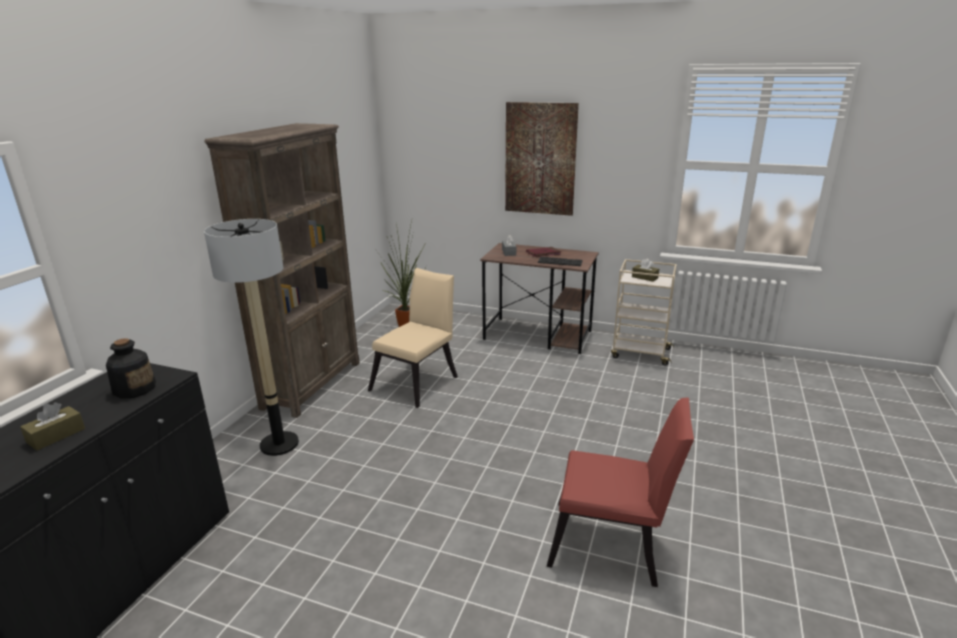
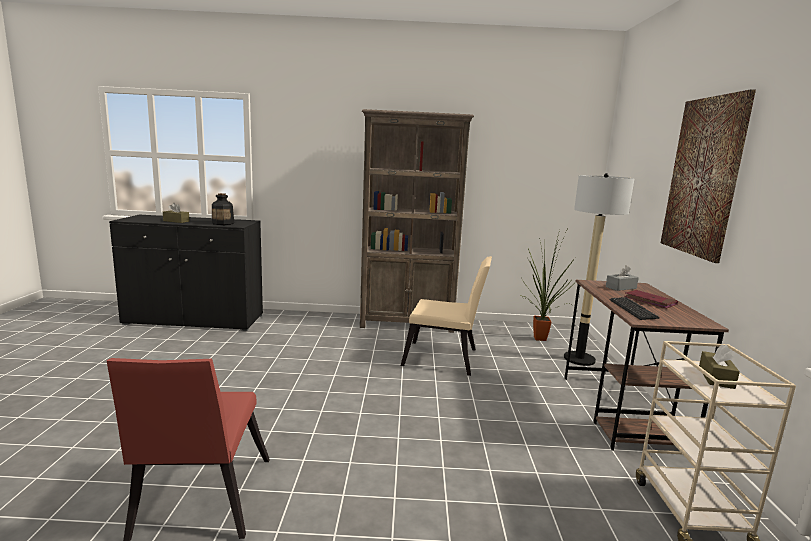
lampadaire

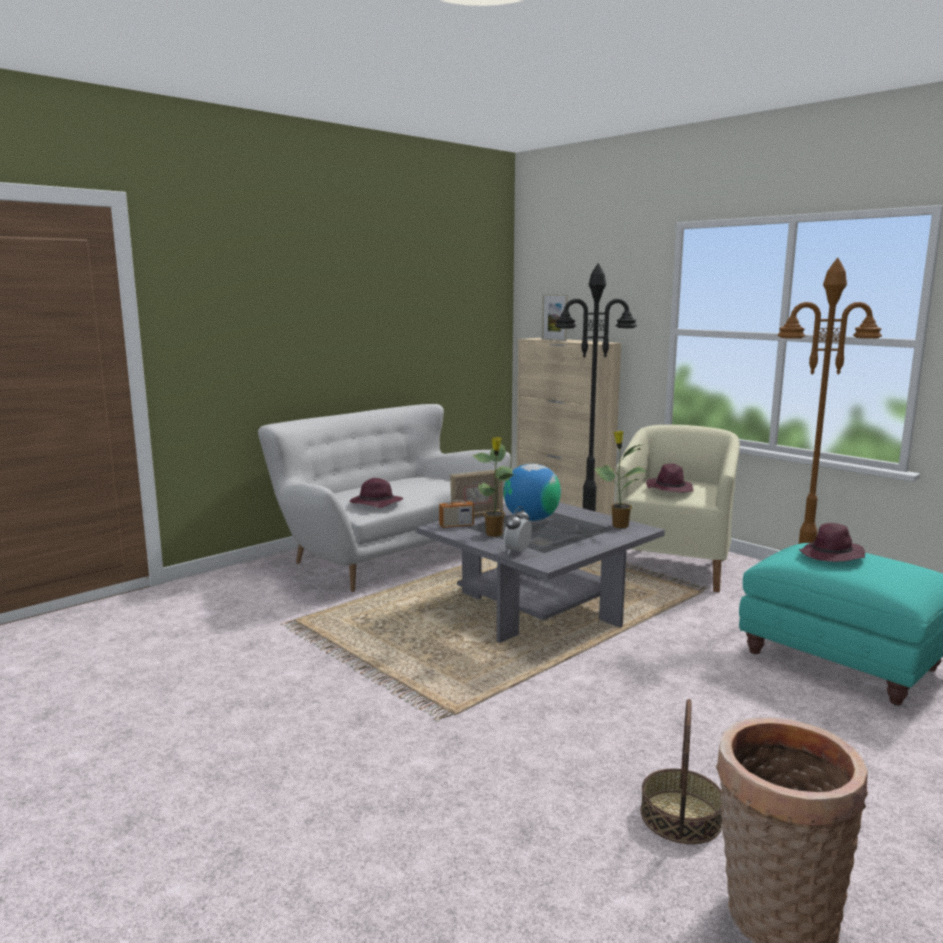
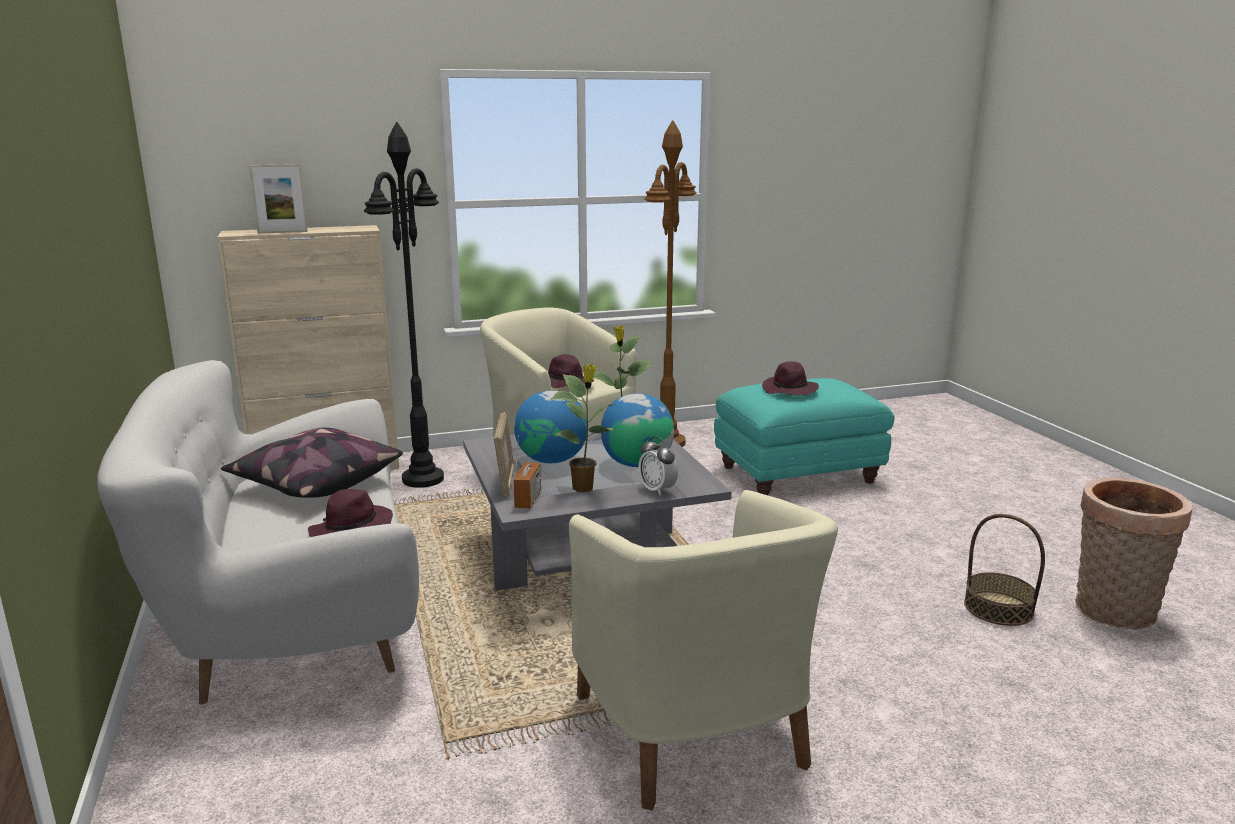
coussin
fauteuil [beige] (2nd from left)
globe (2nd from left)

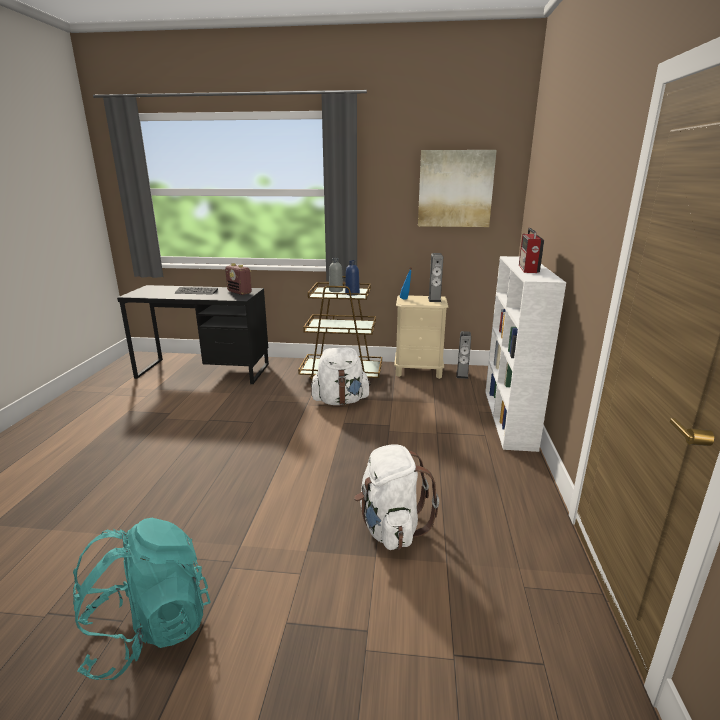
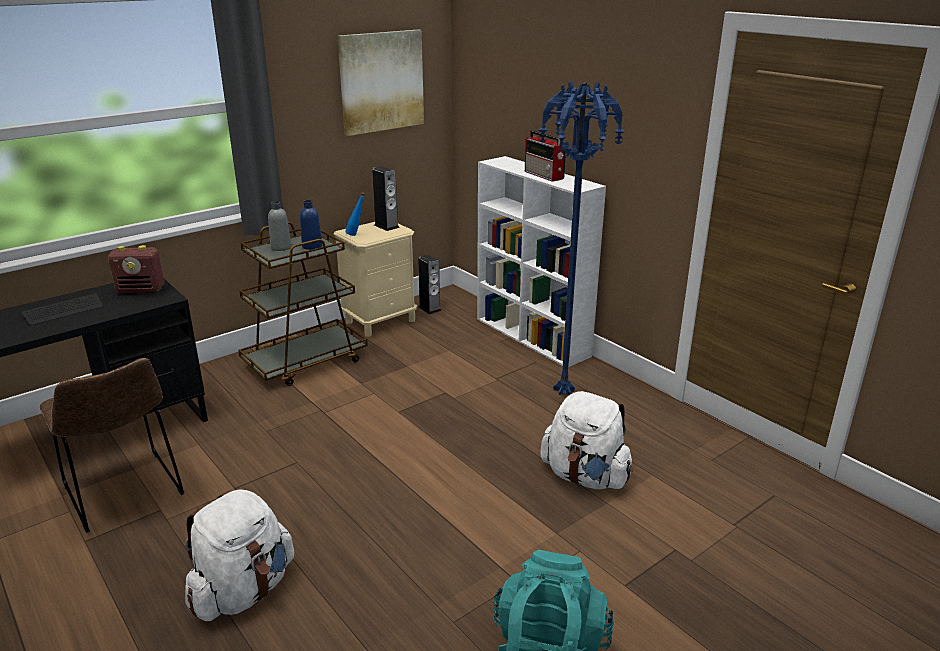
chaise [marron]
lampadaire [bleu]
sac à dos [blanc] (1st from left)

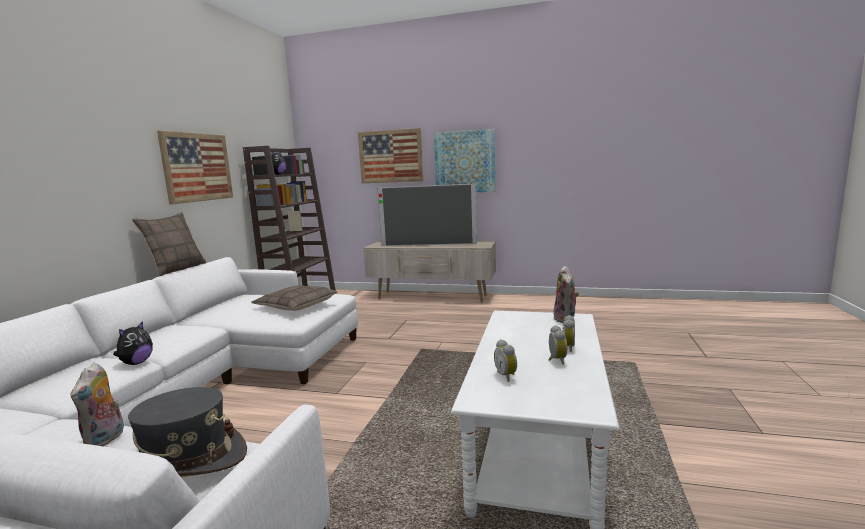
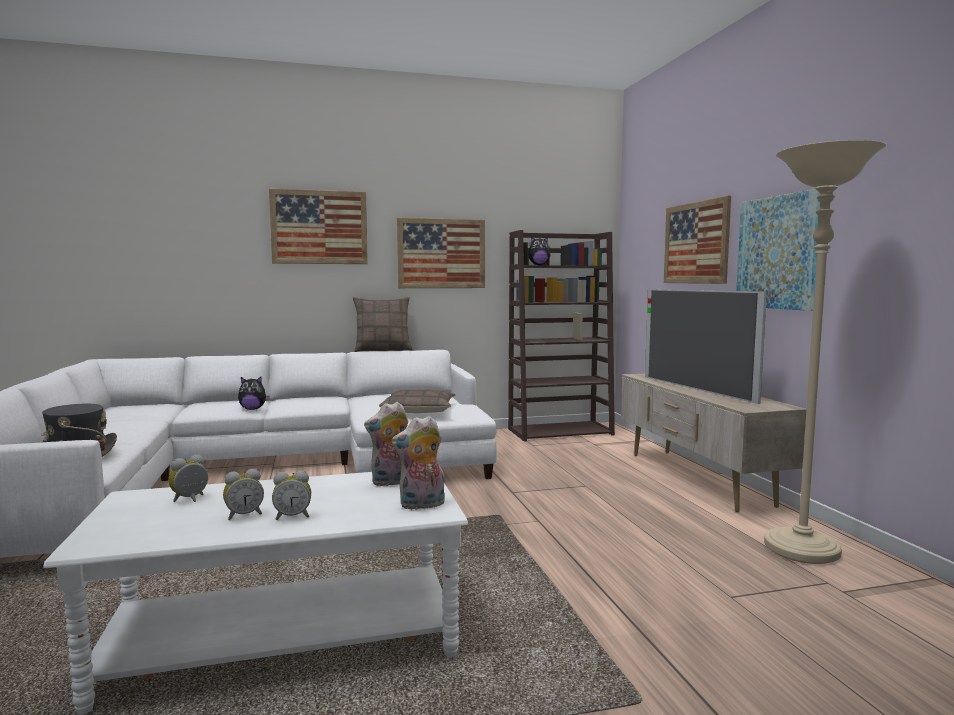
tableau (1st from left)
lampadaire [beige]
peluche (2nd from left)

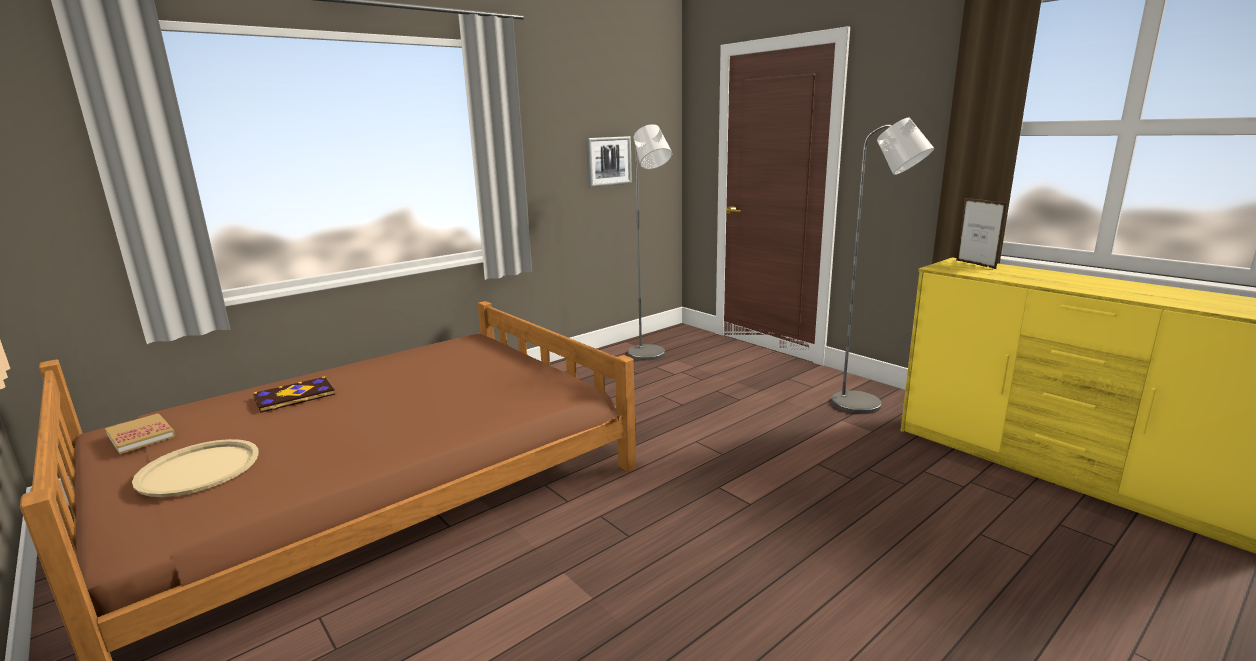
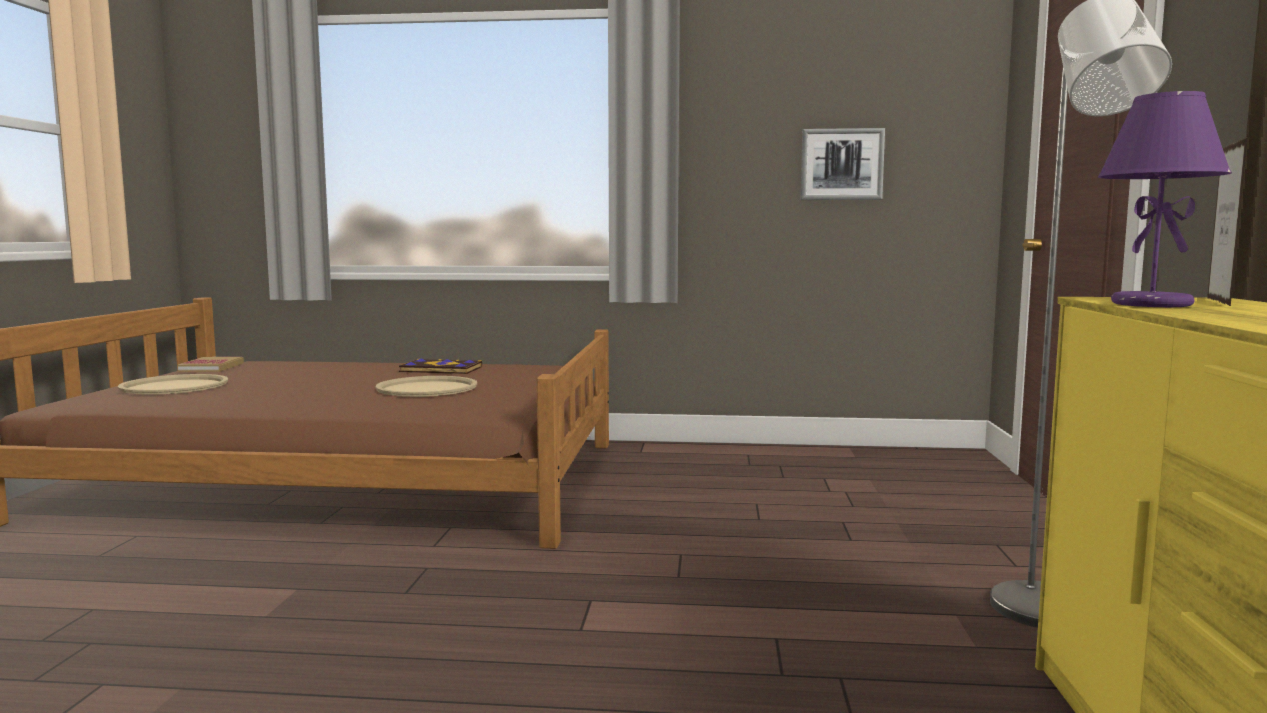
lampadaire [gris] (1st from left in the first image)
plateau [beige] (2nd from left)
lampe de table [violet]
livre (2nd from left)

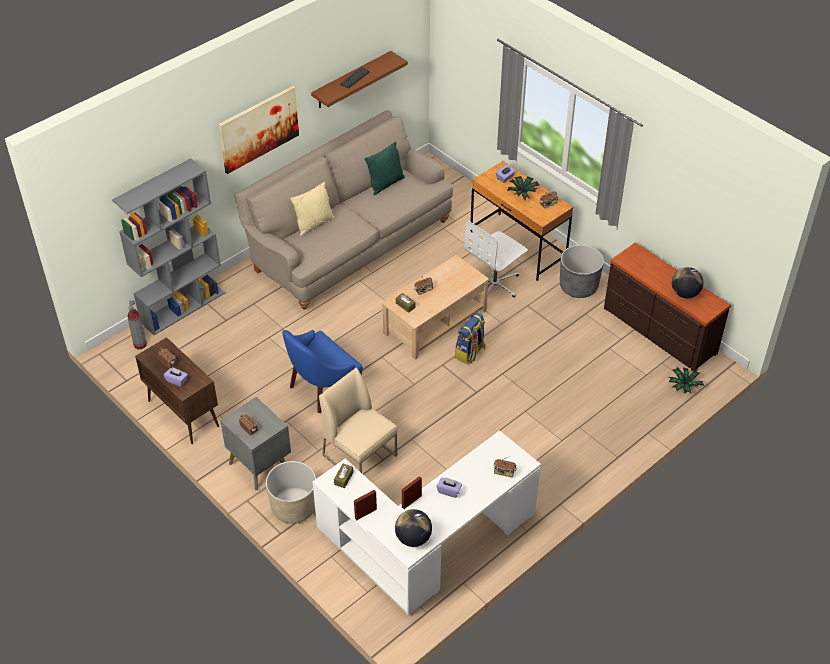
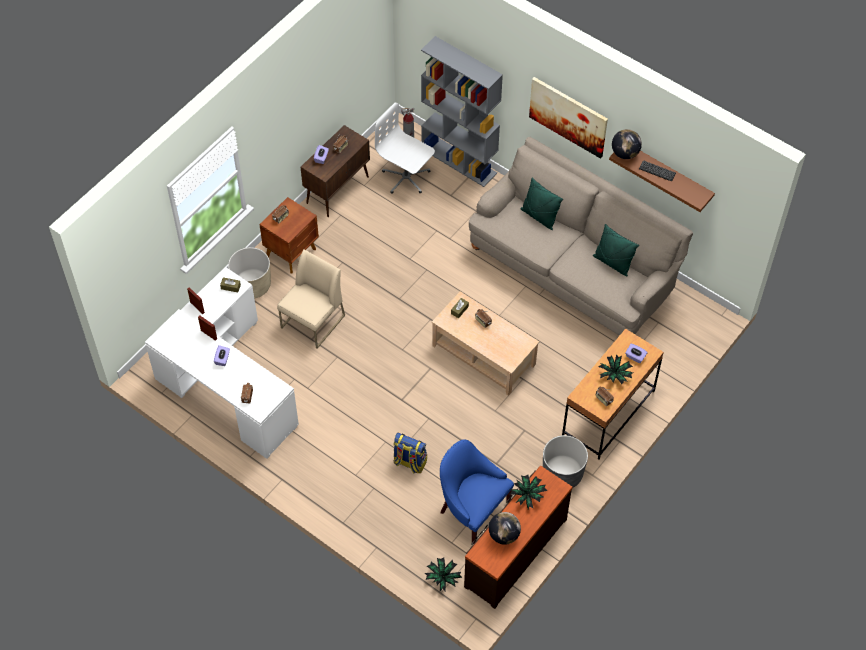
plante en pot (2nd from left)
fauteuil [bleu]
globe (2nd from left)
sac à dos
chaise de bureau [blanc]
table de chevet [marron]
coussin [vert] (1st from left)

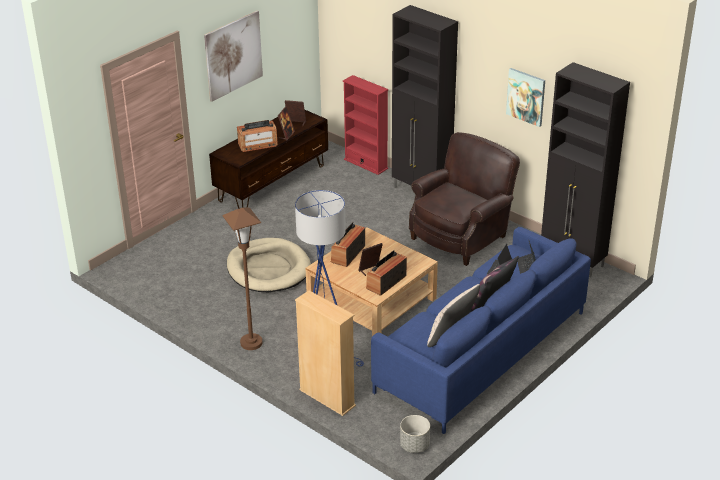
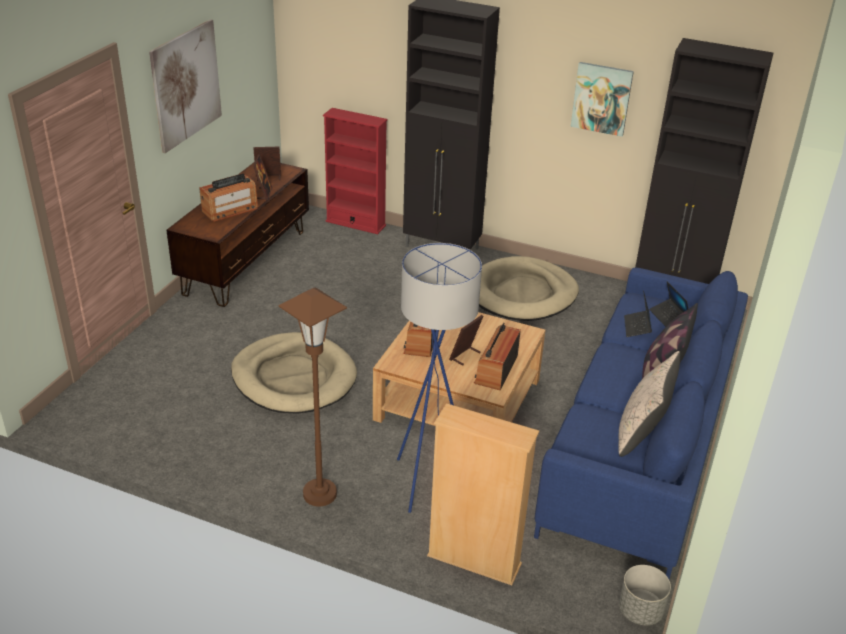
panier pour chien [beige] (2nd from left)

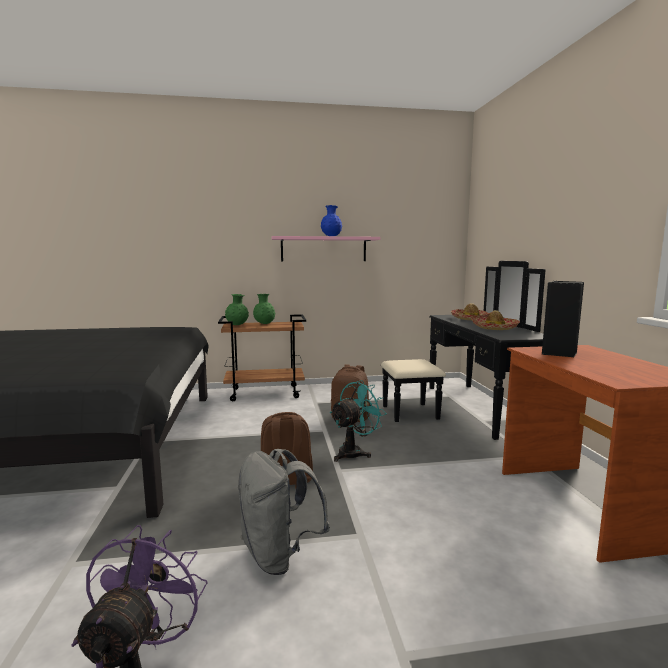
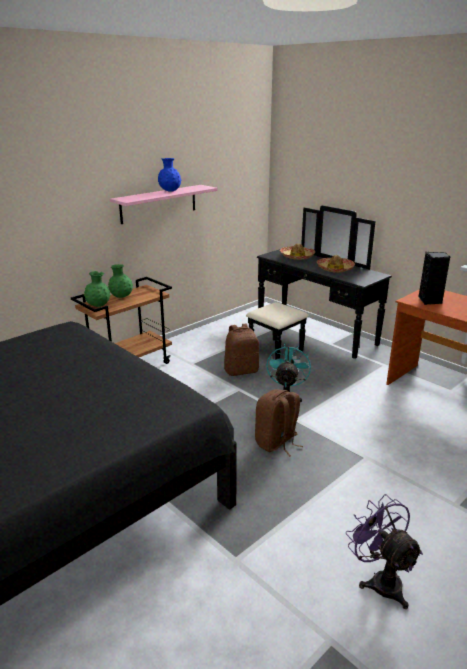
sac à dos [gris]

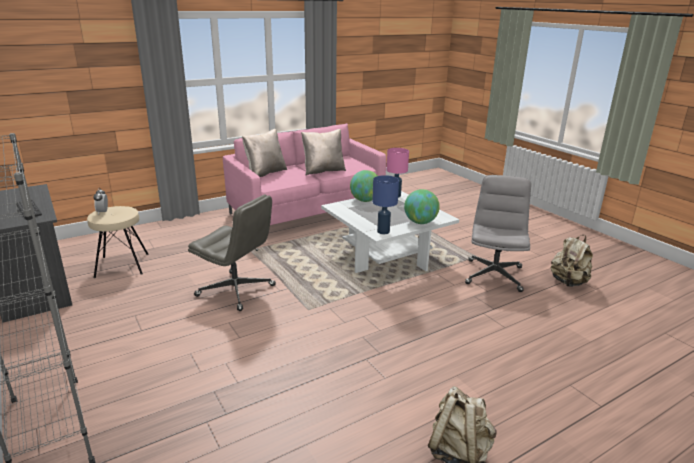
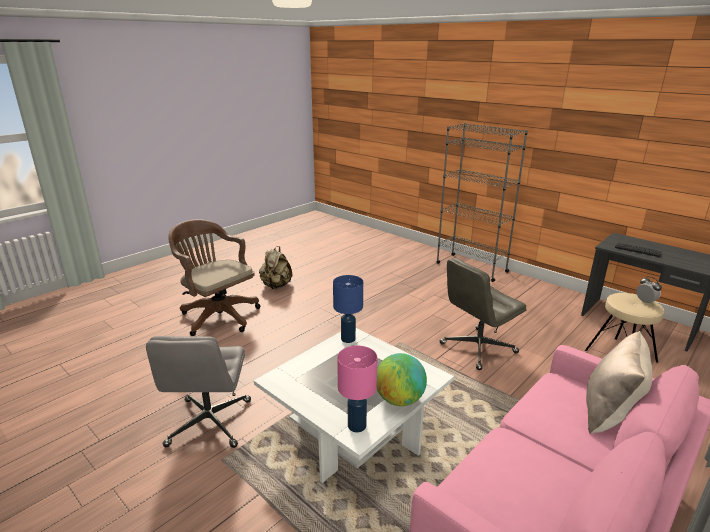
coussin [beige] (2nd from left in the first image)
globe (2nd from left in the first image)
sac à dos [beige] (2nd from left in the first image)
chaise de bureau [marron]
chaise de bureau [gris] (2nd from left)

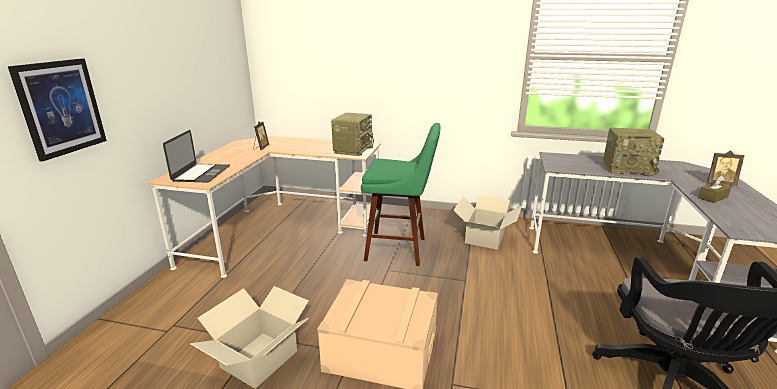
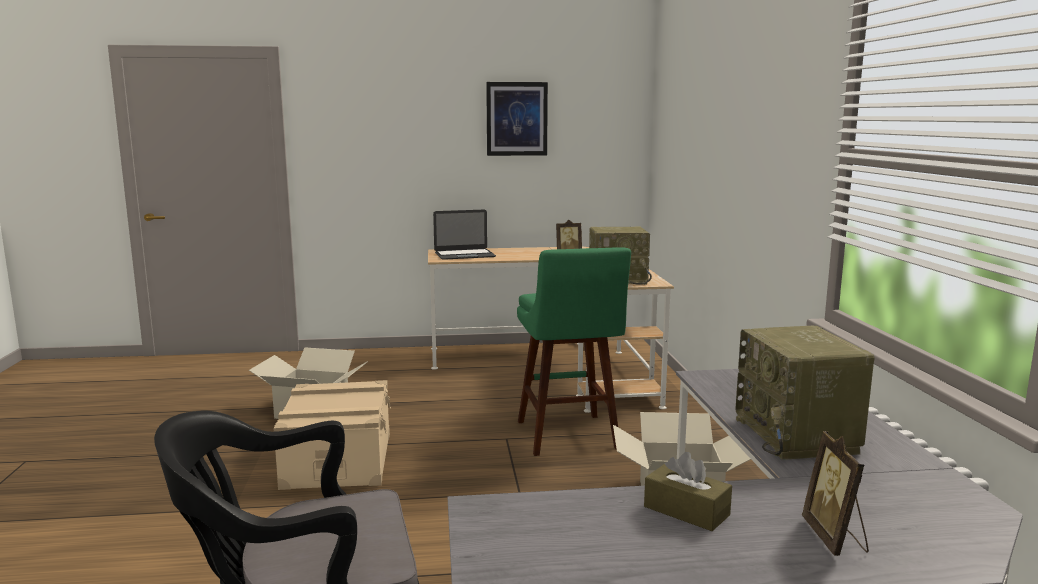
tableau

